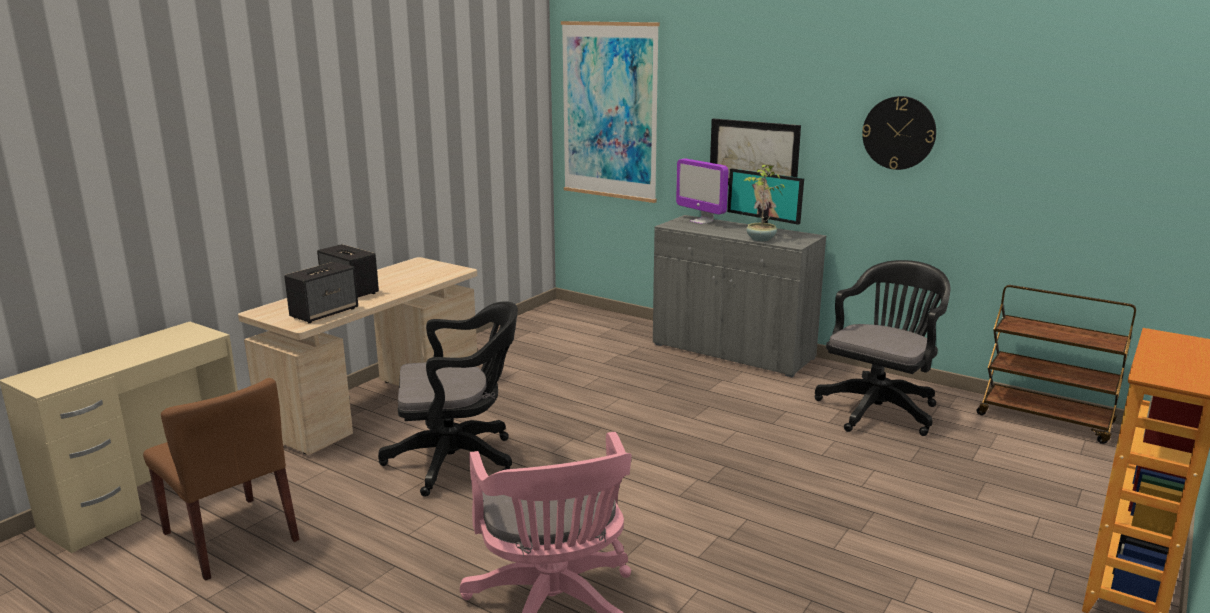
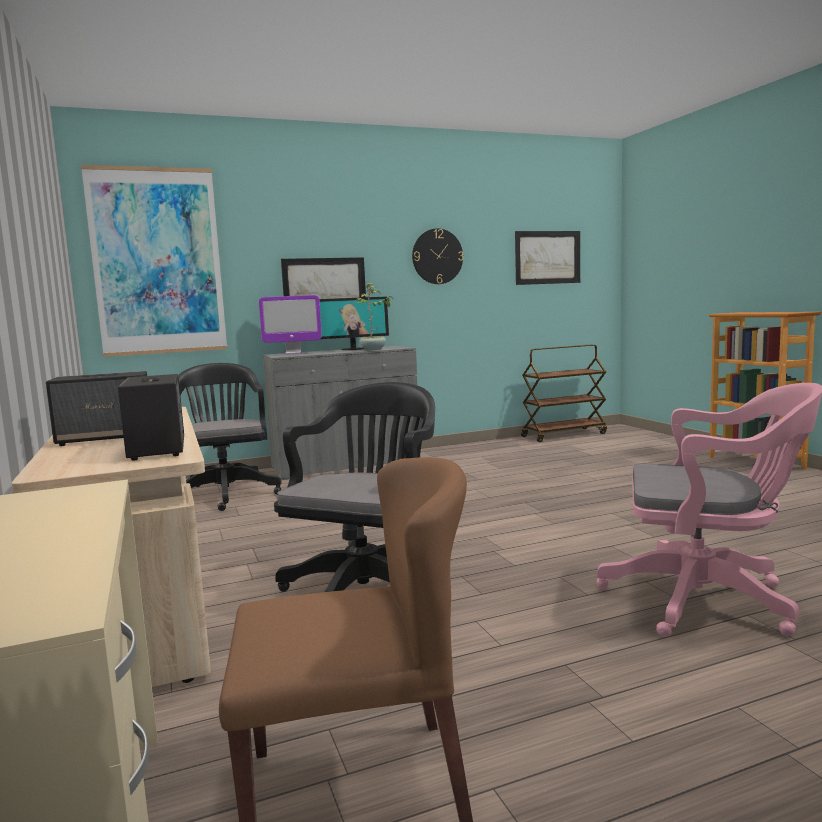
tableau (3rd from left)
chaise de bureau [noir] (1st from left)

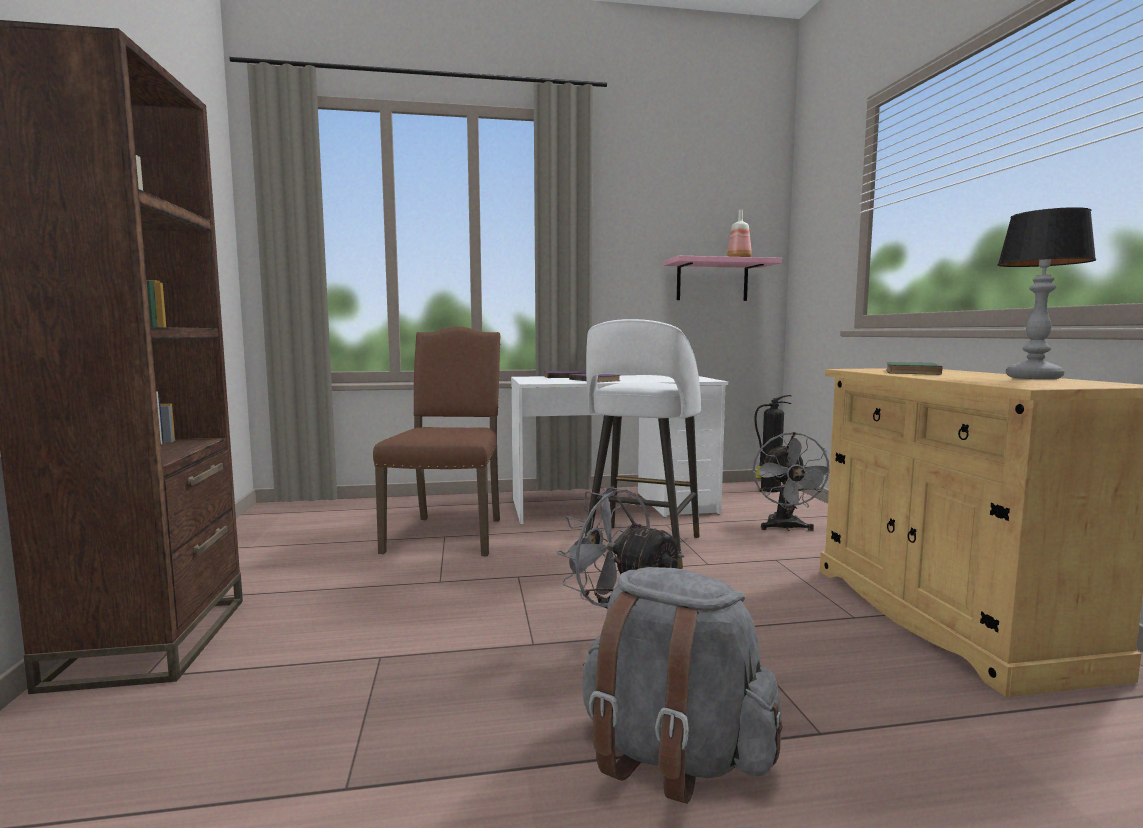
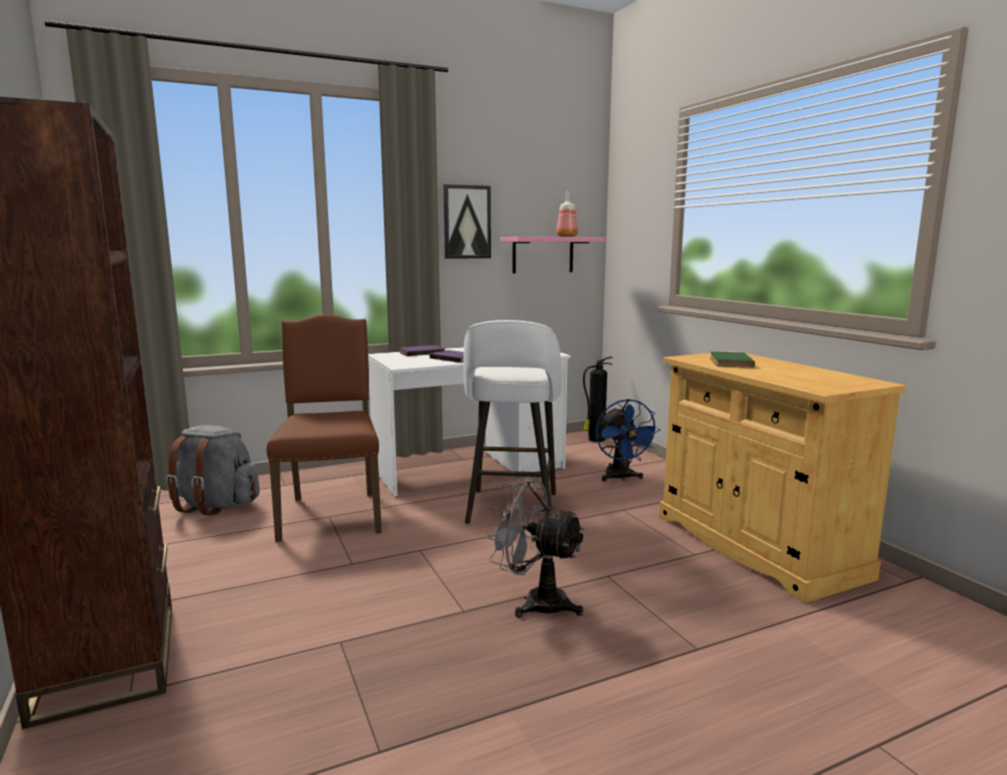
lampe de table
tableau
sac à dos [gris]
ventilateur [bleu]

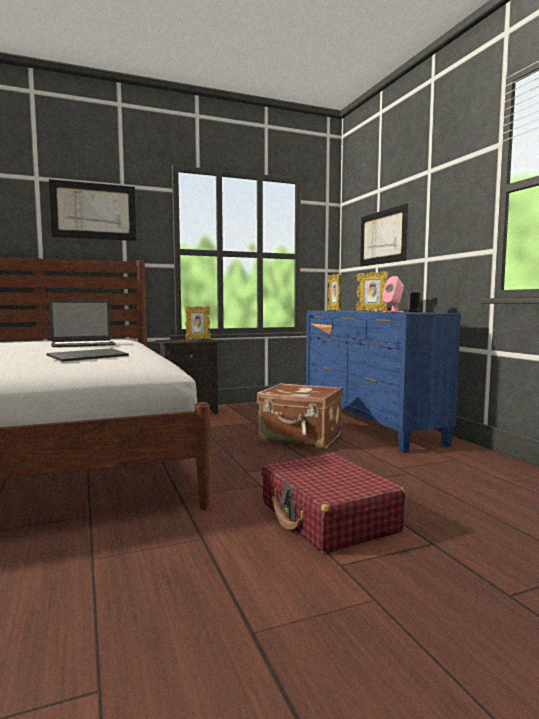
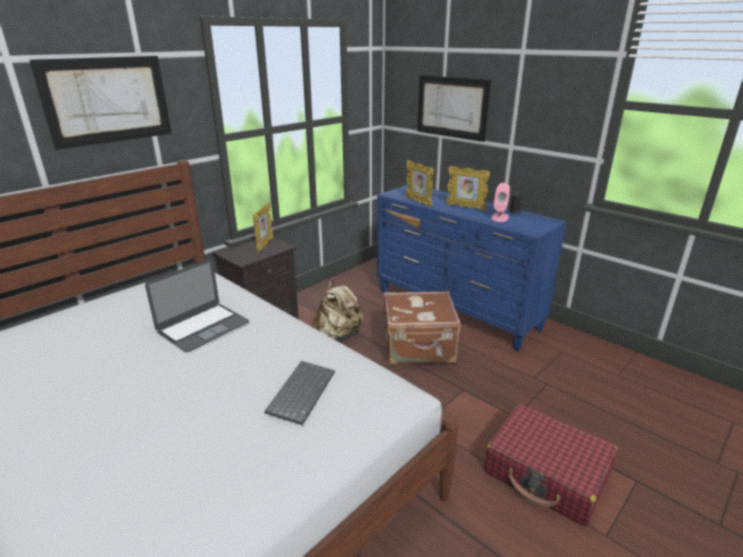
sac à dos [beige]

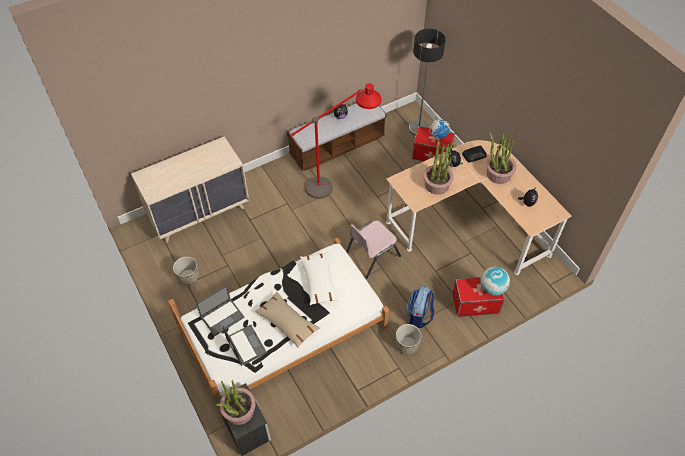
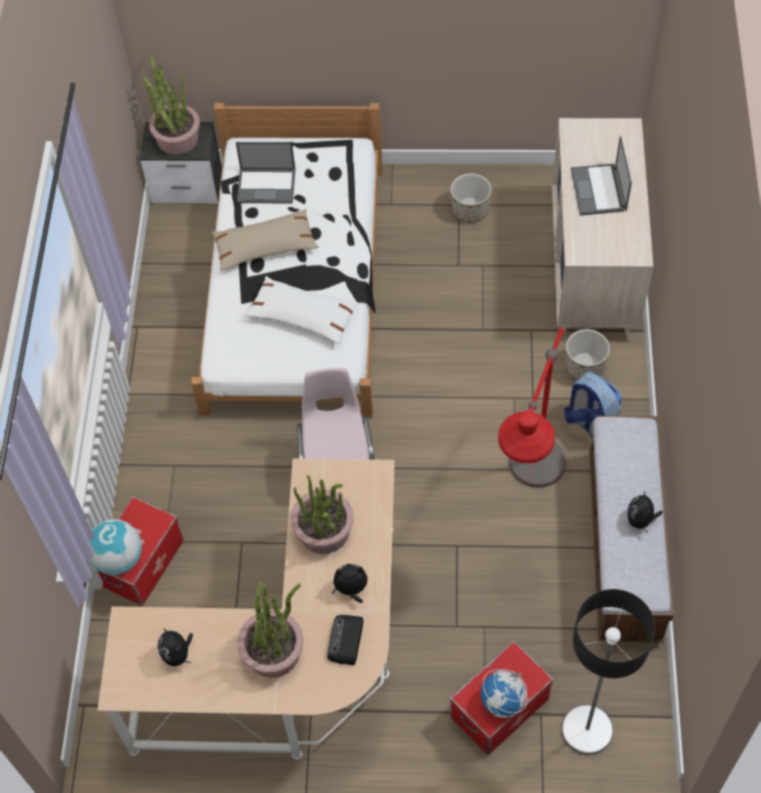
ordinateur portable (2nd from left)
cache-pot (2nd from left)
sac à dos

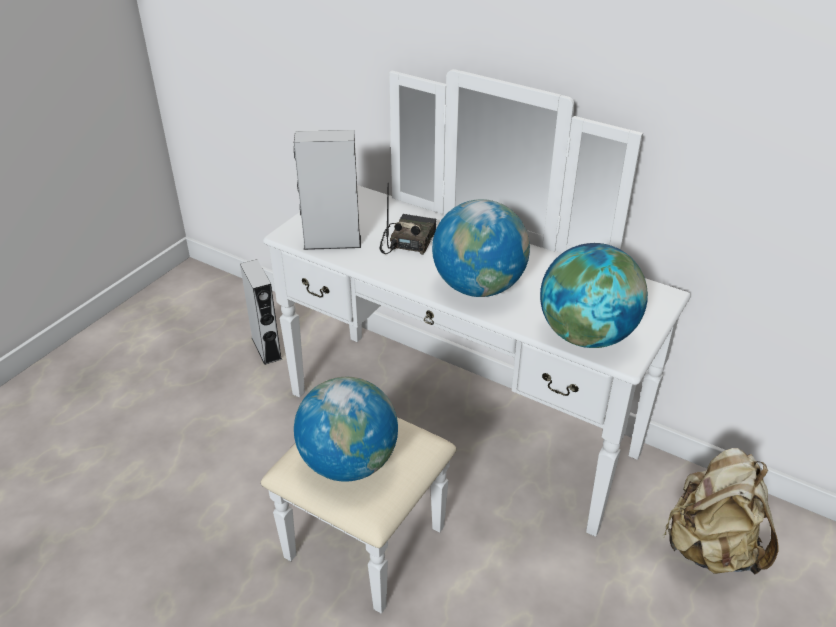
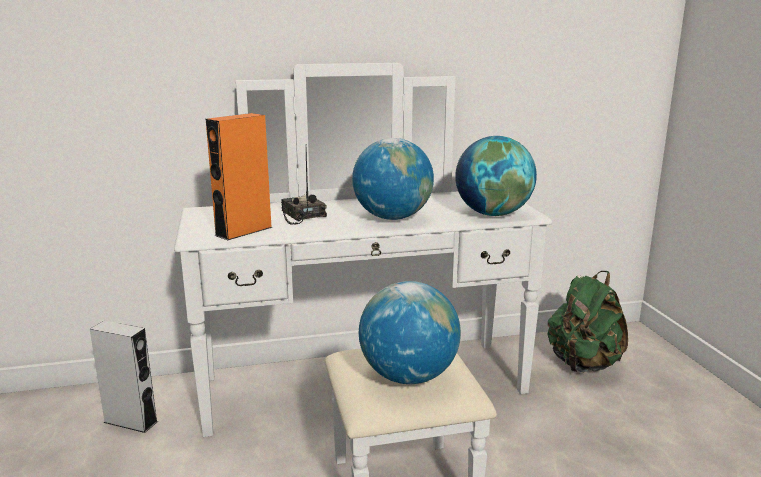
enceinte [orange]
sac à dos [vert]

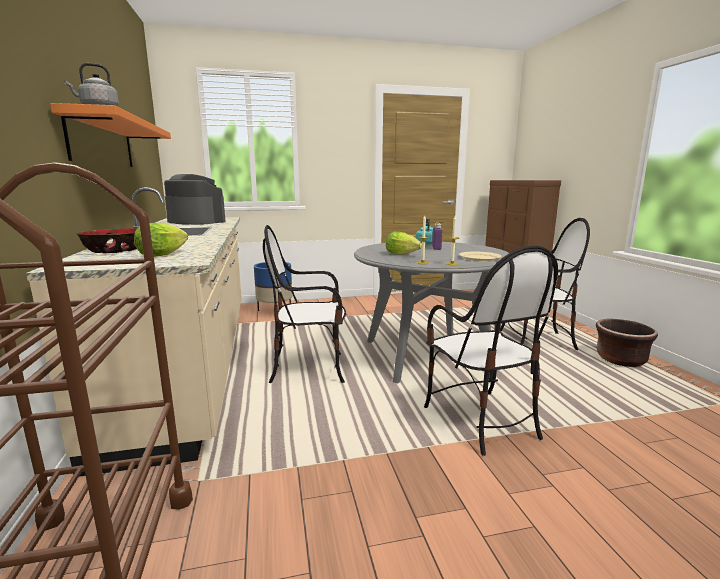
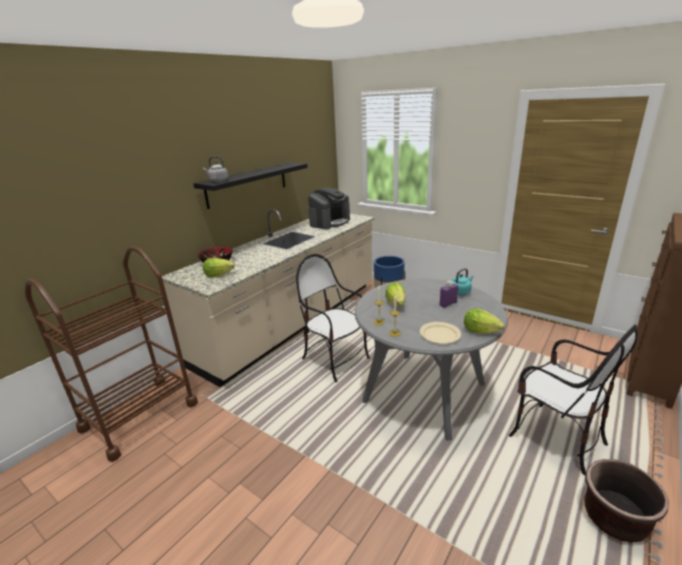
chaise (2nd from left in the first image)
laitue (3rd from left)
étagère [noir]
machine à café

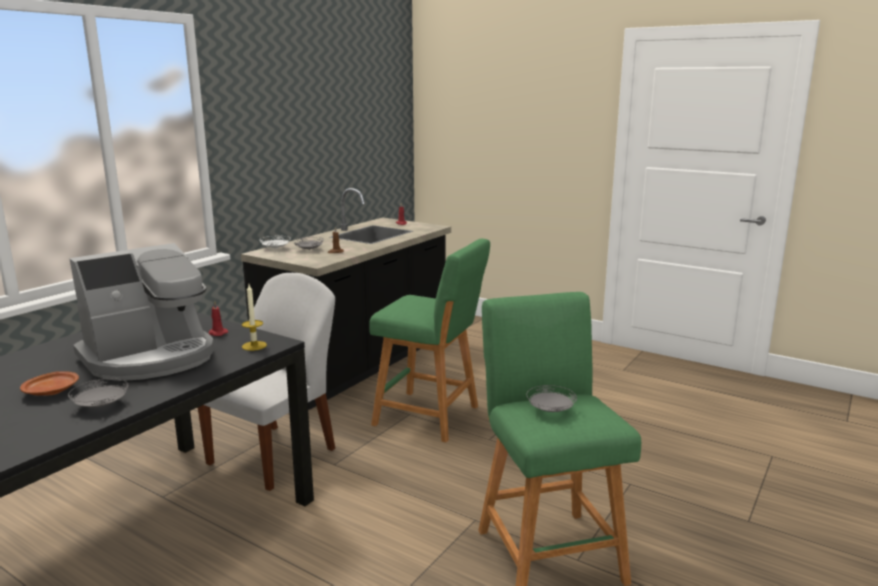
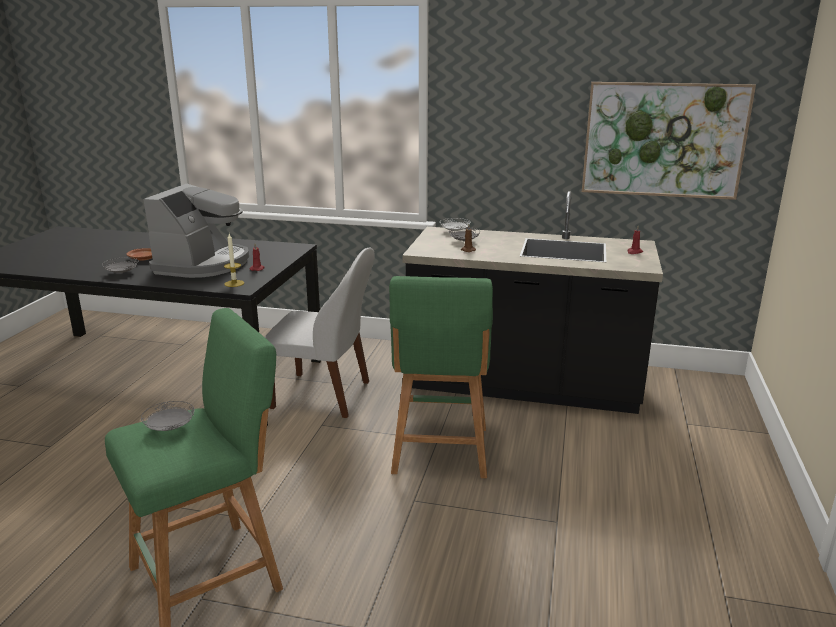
tableau
machine à café

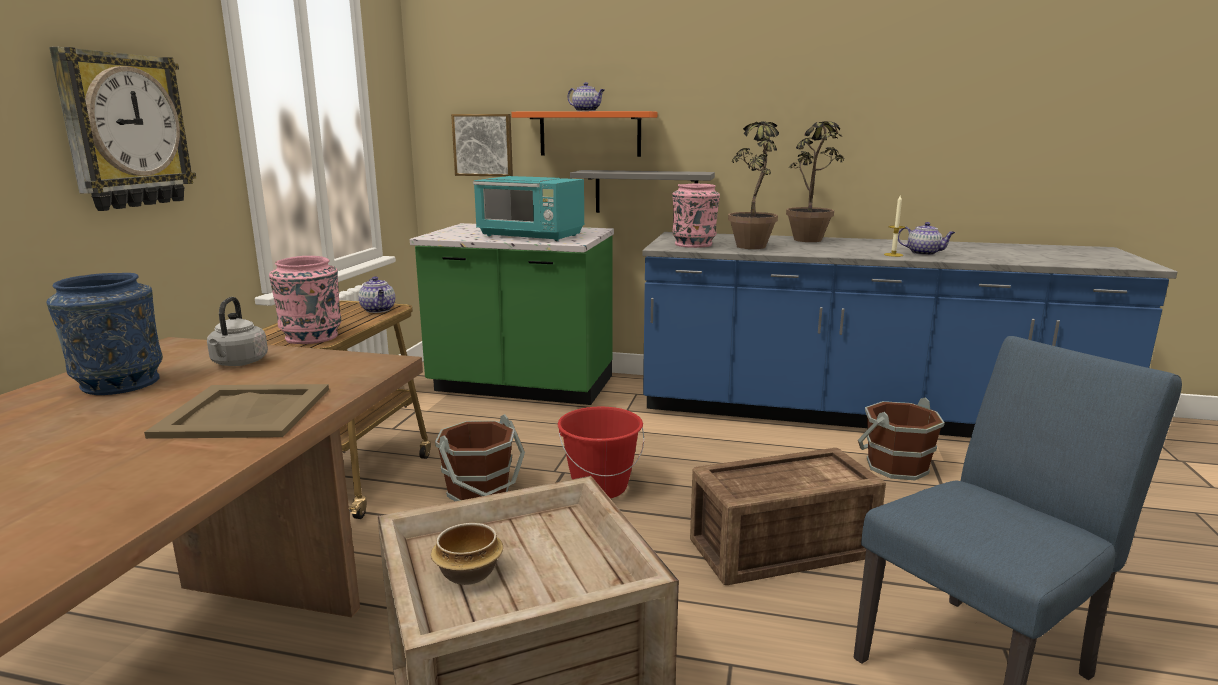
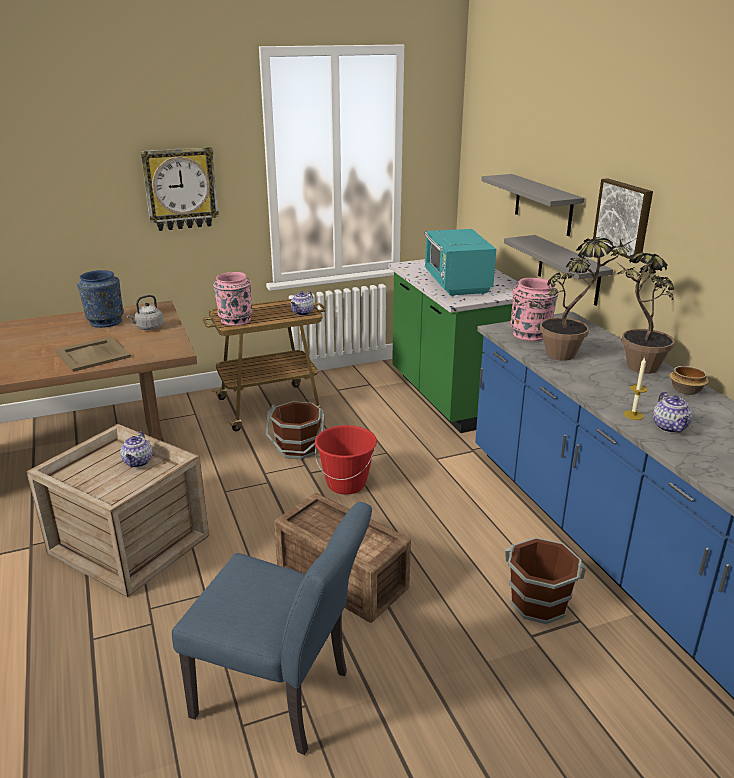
bol
tableau
théière (1st from left)
étagère [gris] (1st from left)

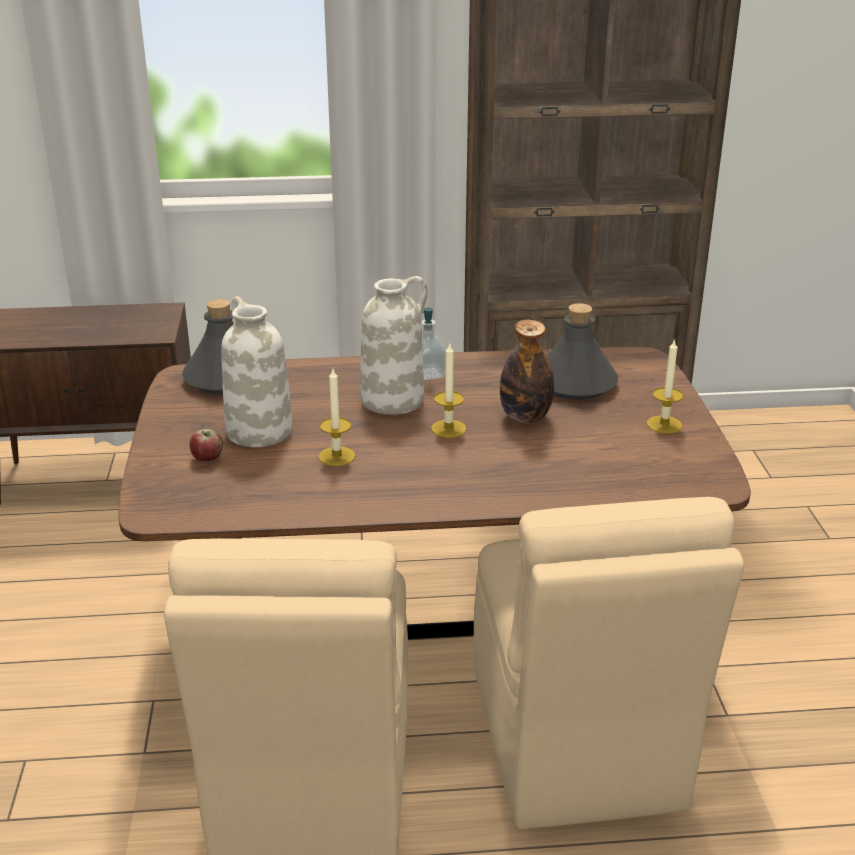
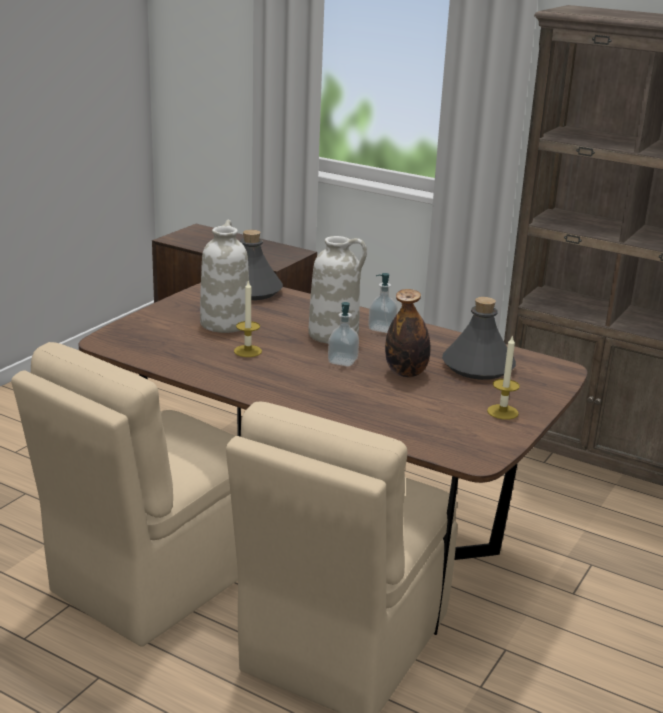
pomme
distributeur de savon (1st from left)

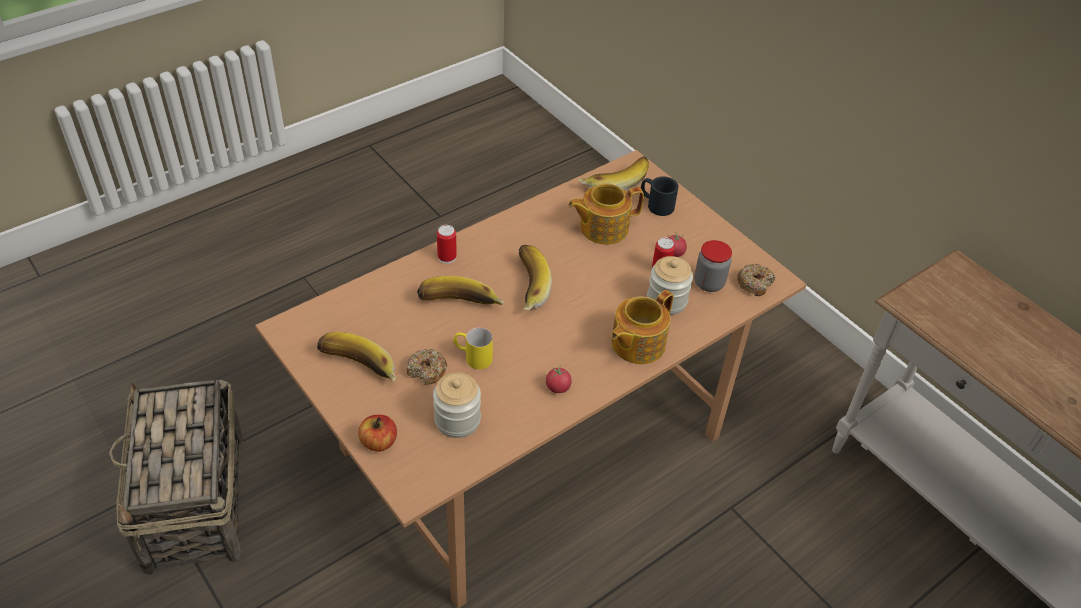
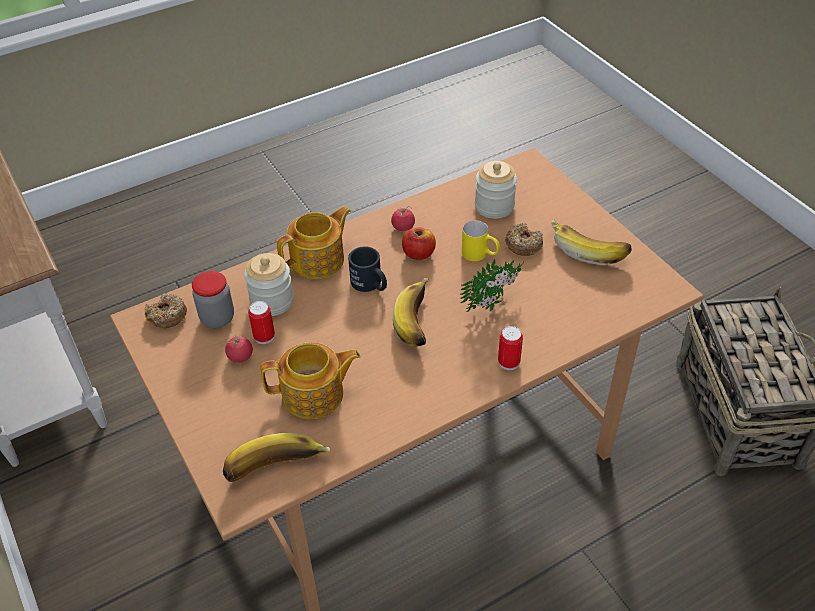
pomme
mug [noir]
plante en pot

